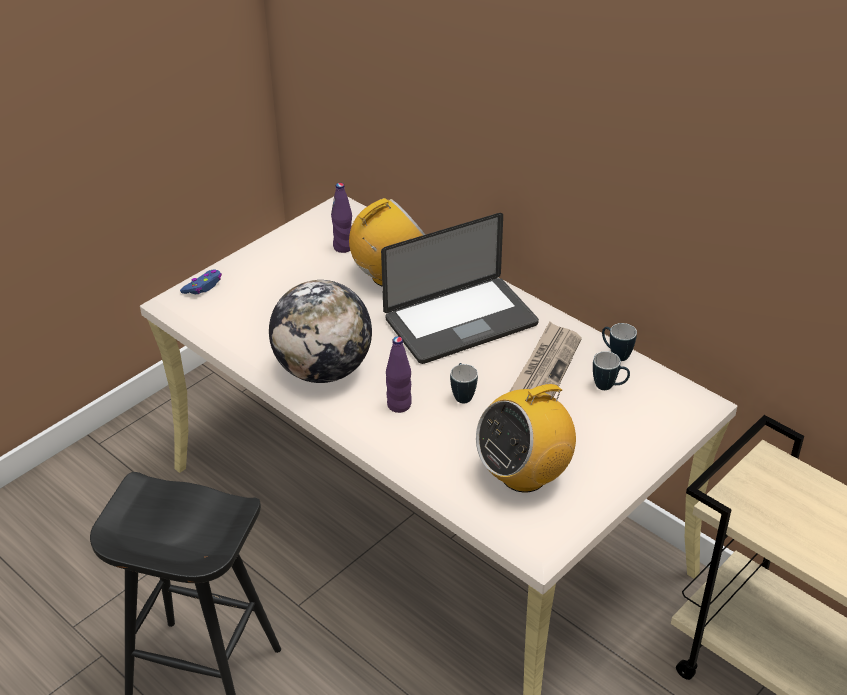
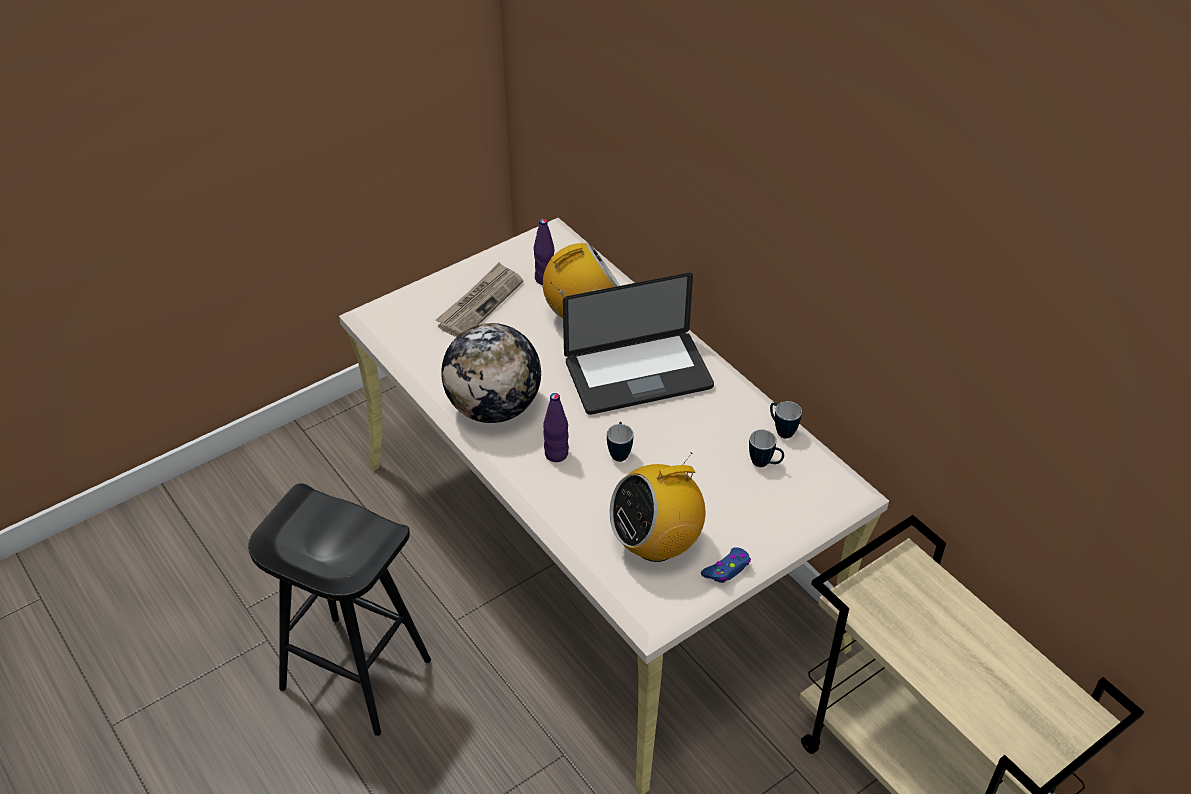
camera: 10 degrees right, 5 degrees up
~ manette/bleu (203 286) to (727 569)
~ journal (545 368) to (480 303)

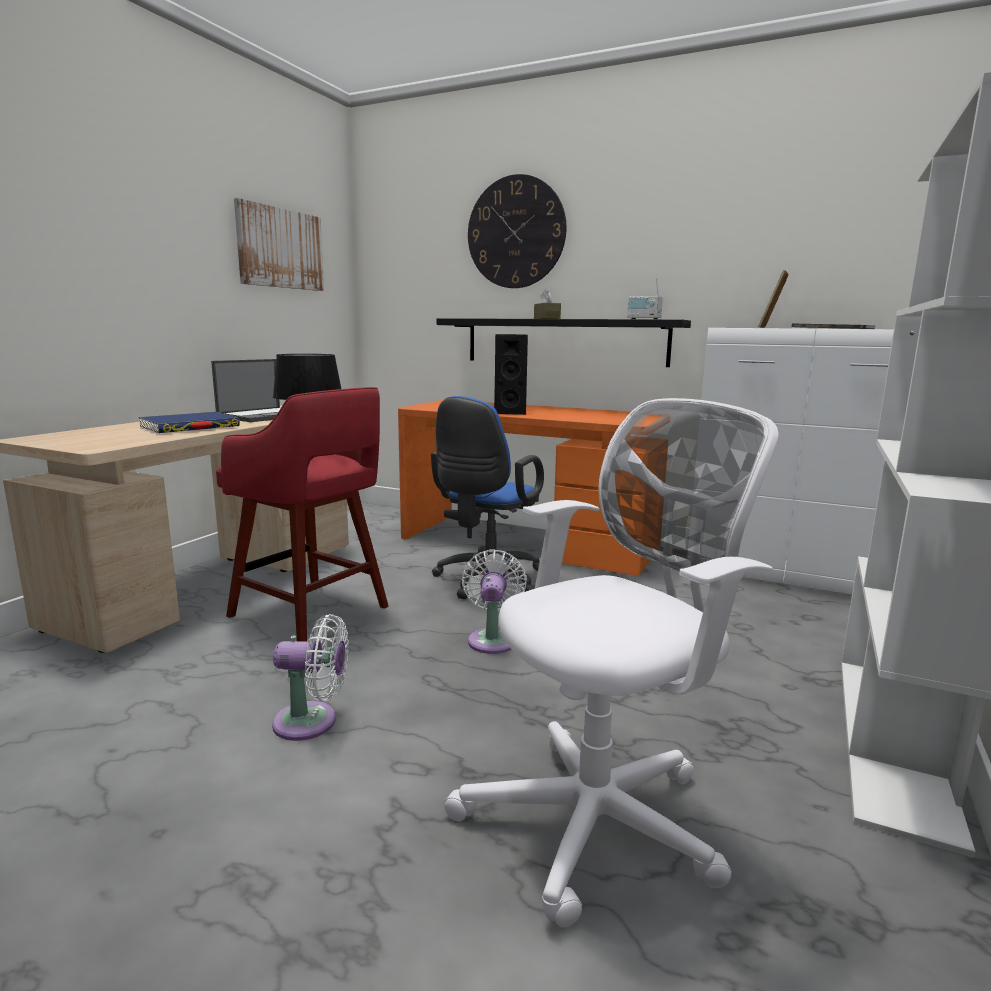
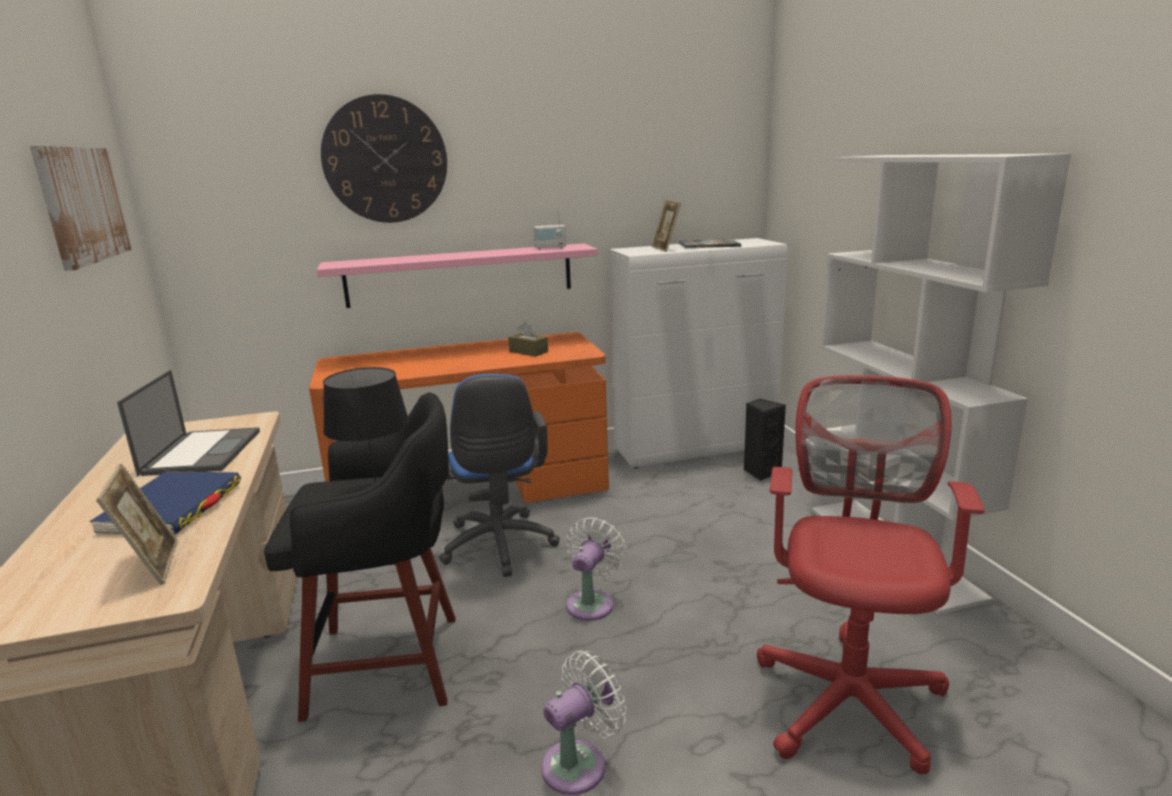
camera: 40 degrees left, 5 degrees up
~ tabouret/rouge (312 613) to tabouret/noir (391 665)
~ étagère/noir (564 341) to étagère/rose (460 275)
~ chaise de bureau/blanc (601 818) to chaise de bureau/rouge (849 694)
~ ventilateur/blanc (492 639) = (592 602) 60 degrees clockwise
~ enceinte/noir (511 412) to (761 472)
~ boîte à mouchoirs/marron (546 318) to (528 352)
+ cadre photo (152 565)

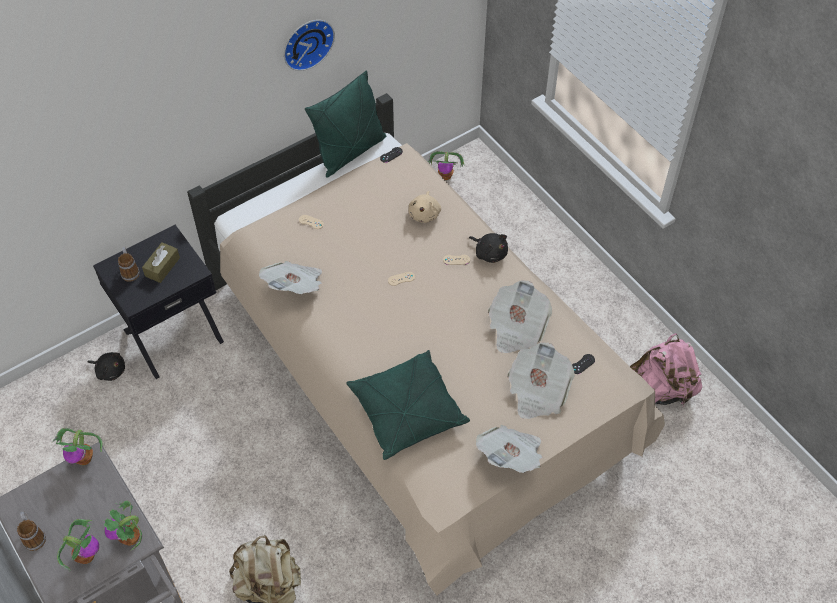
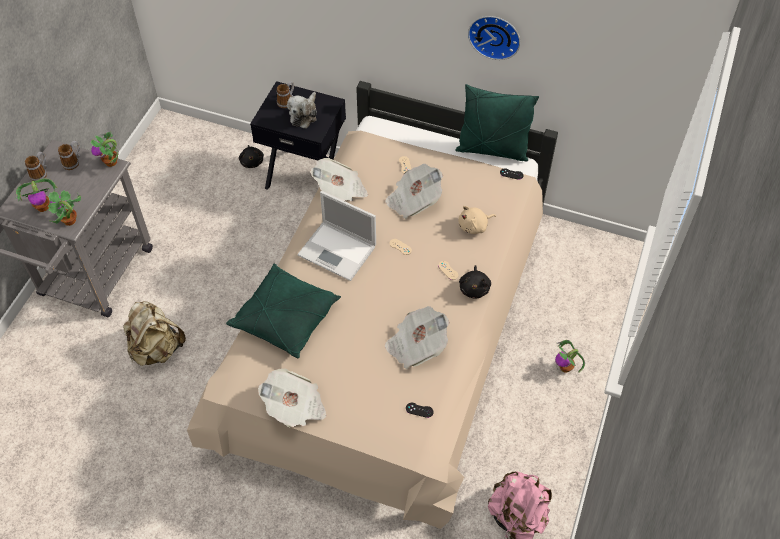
camera: 55 degrees right, 0 degrees up
~ boîte à mouchoirs/marron (162 267) to peluche (304 115)
~ plante en pot (446 176) to (565 367)
~ journal (537 392) to (413 200)
+ mug (73 162)
+ ordinateur portable (338 251)

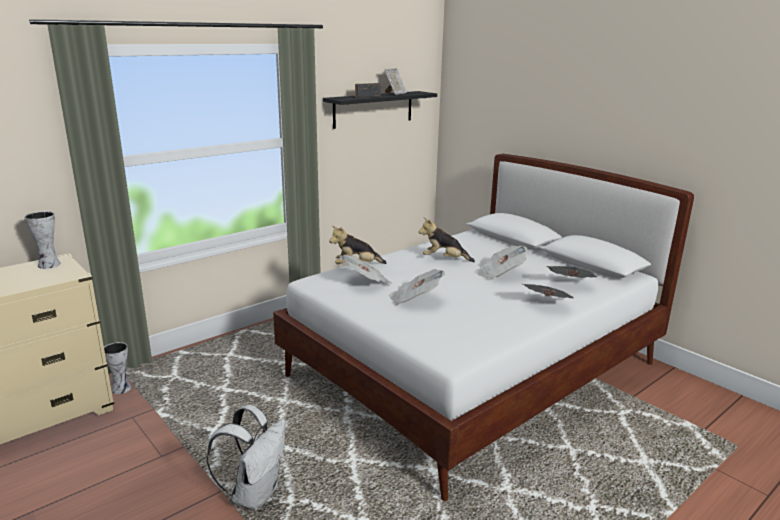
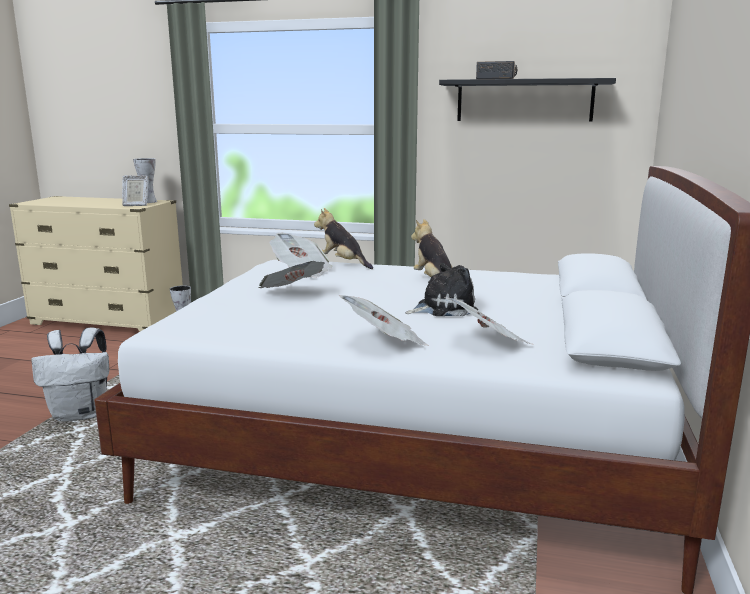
camera: 55 degrees right, 5 degrees down
~ cadre photo (395 94) to (136 205)
~ journal (499 274) to peluche (443 308)

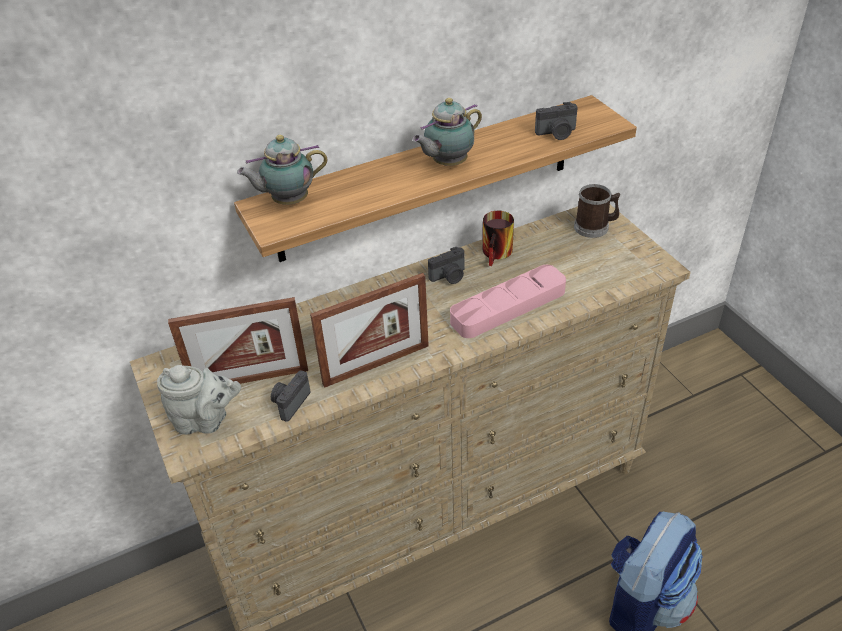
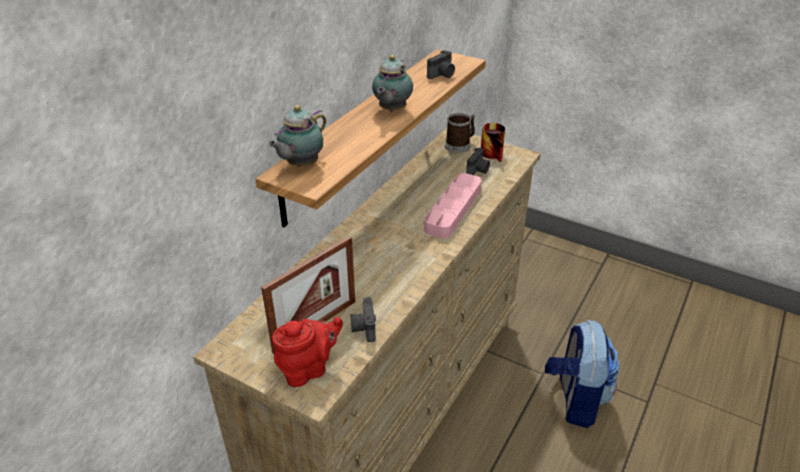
camera: 35 degrees left, 5 degrees down
~ théière/gris (205 421) to théière/rouge (308 369)
- cadre photo (376 365)
~ appareil photo (449 277) to (478 170)
~ mug (499 253) to (495 154)

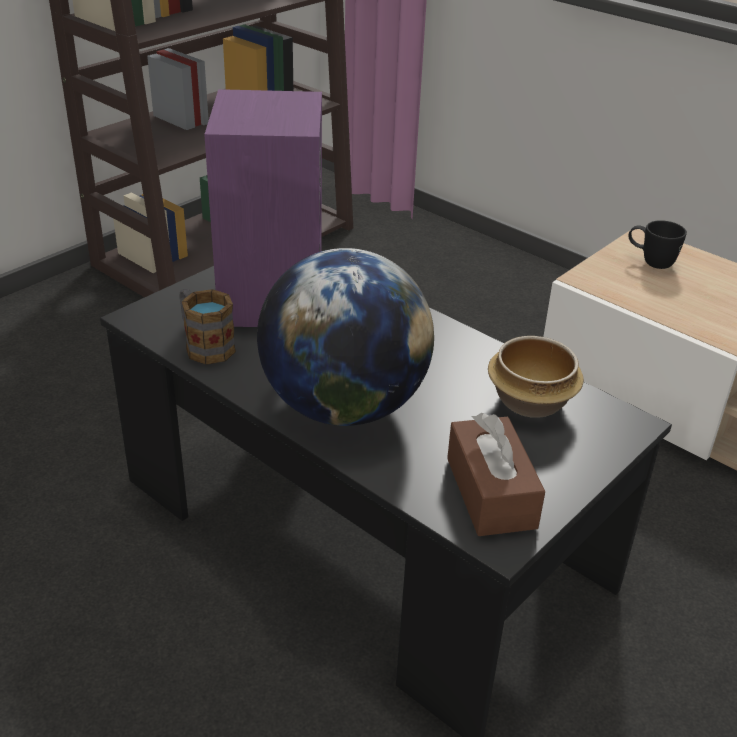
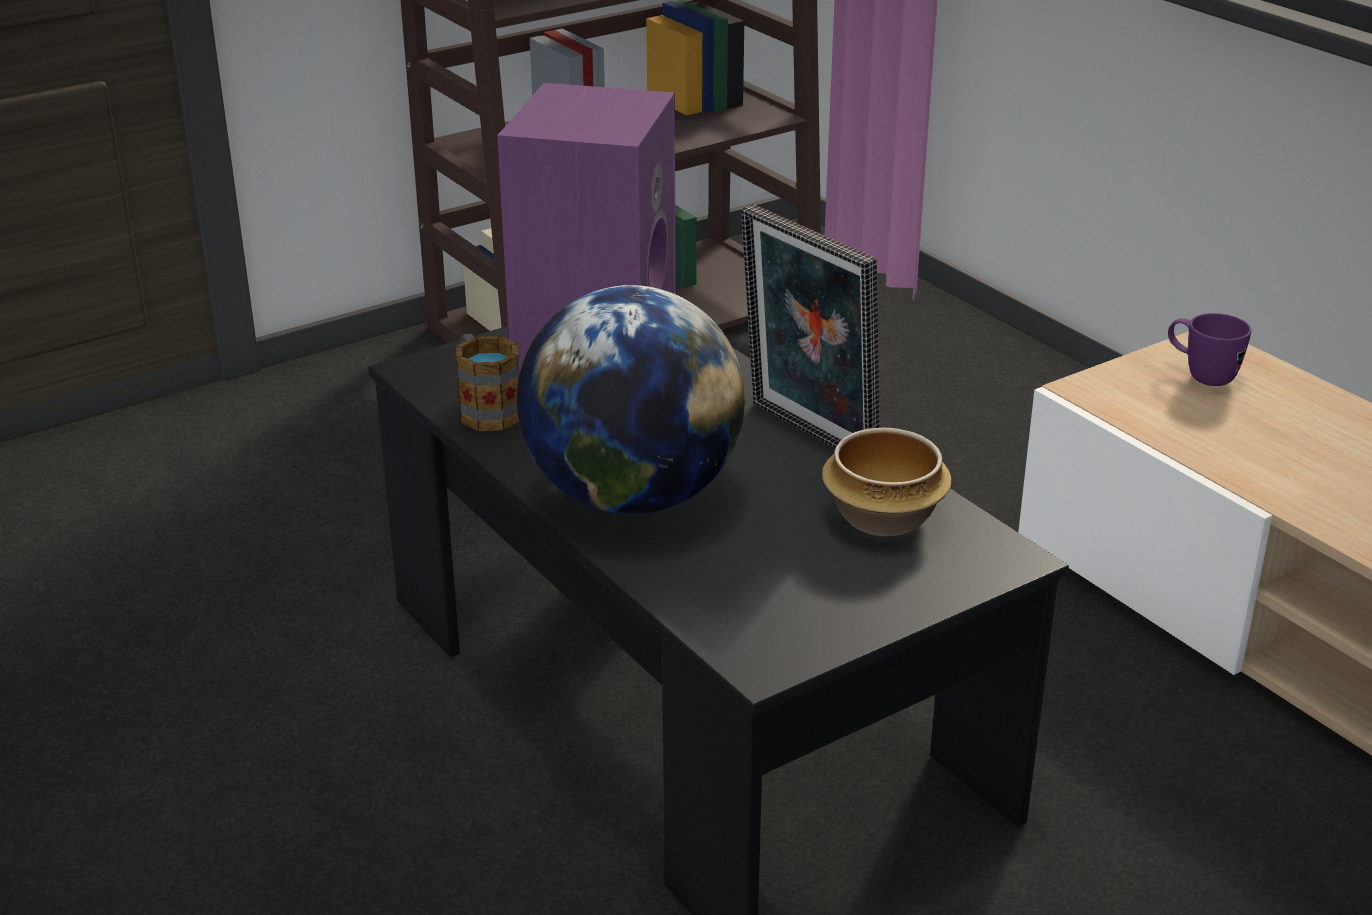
camera: 15 degrees right, 5 degrees down
- boîte à mouchoirs/marron (490 493)
~ mug/noir (650 262) to mug/violet (1200 376)
+ cadre photo (806 436)

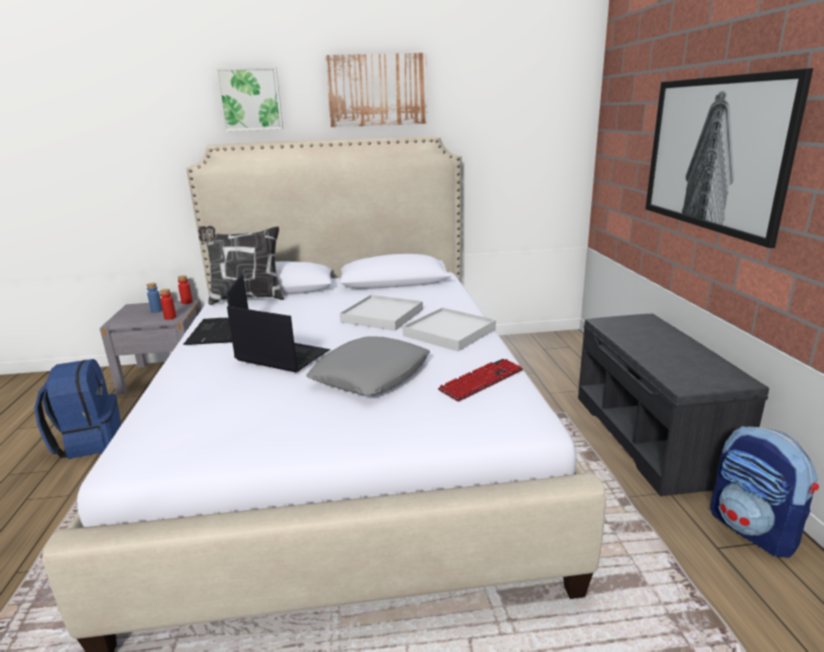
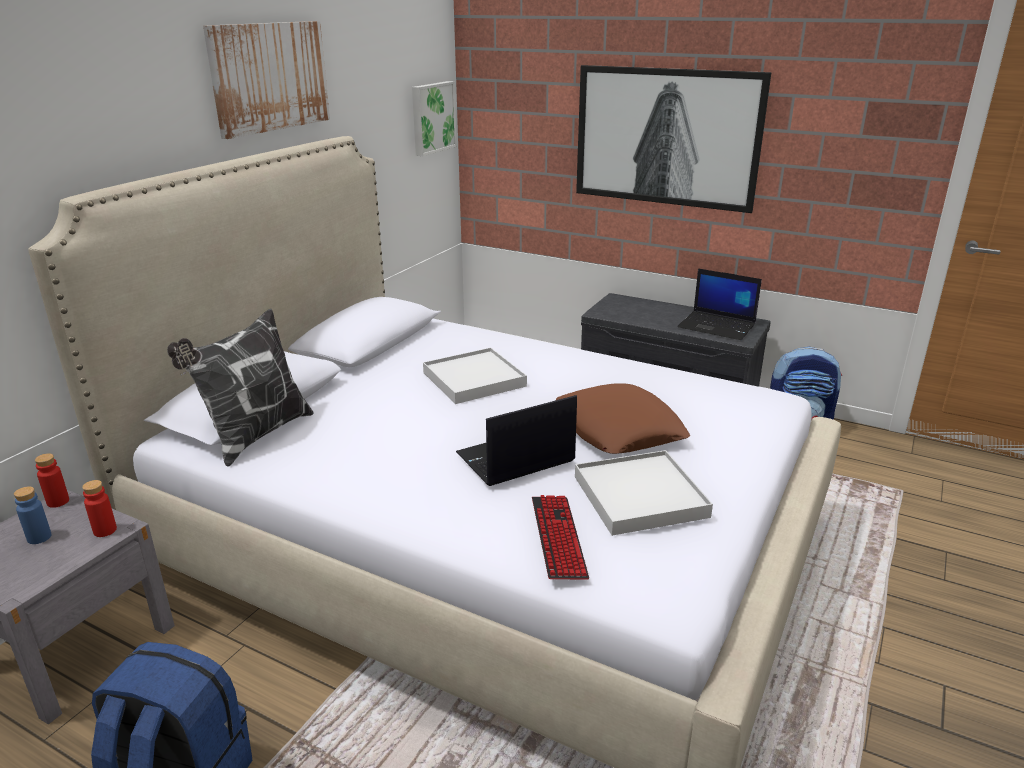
camera: 55 degrees left, 5 degrees up
~ ordinateur portable (219 331) to (717 326)
~ tableau (250 99) to (432 117)
~ coussin/gris (371 375) to coussin/marron (619 429)
~ plateau/blanc (449 332) to (640 497)
~ clavier (481 381) to (558 537)

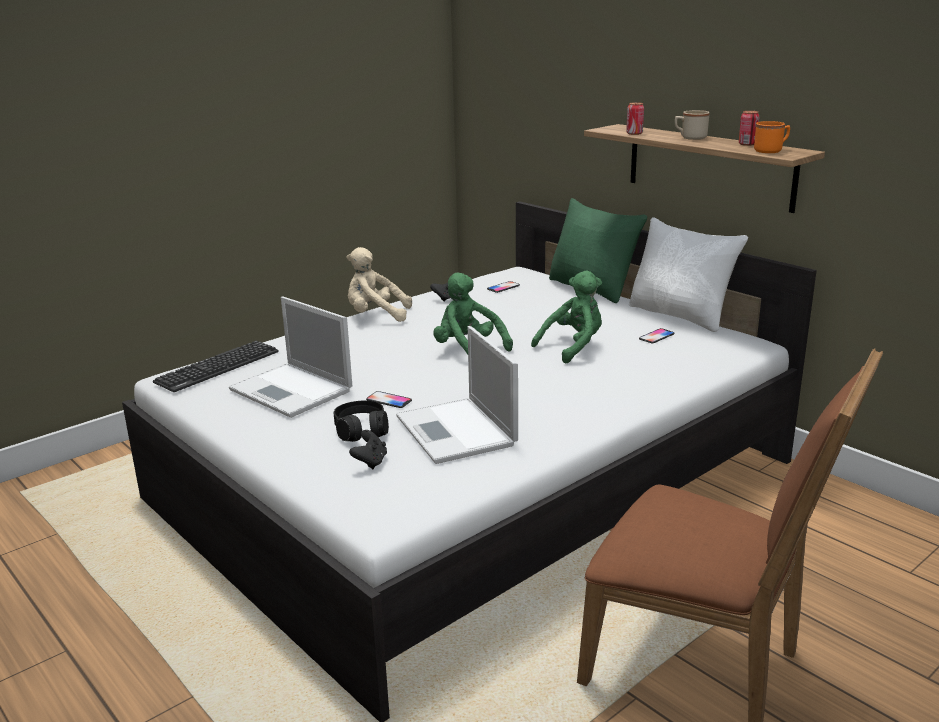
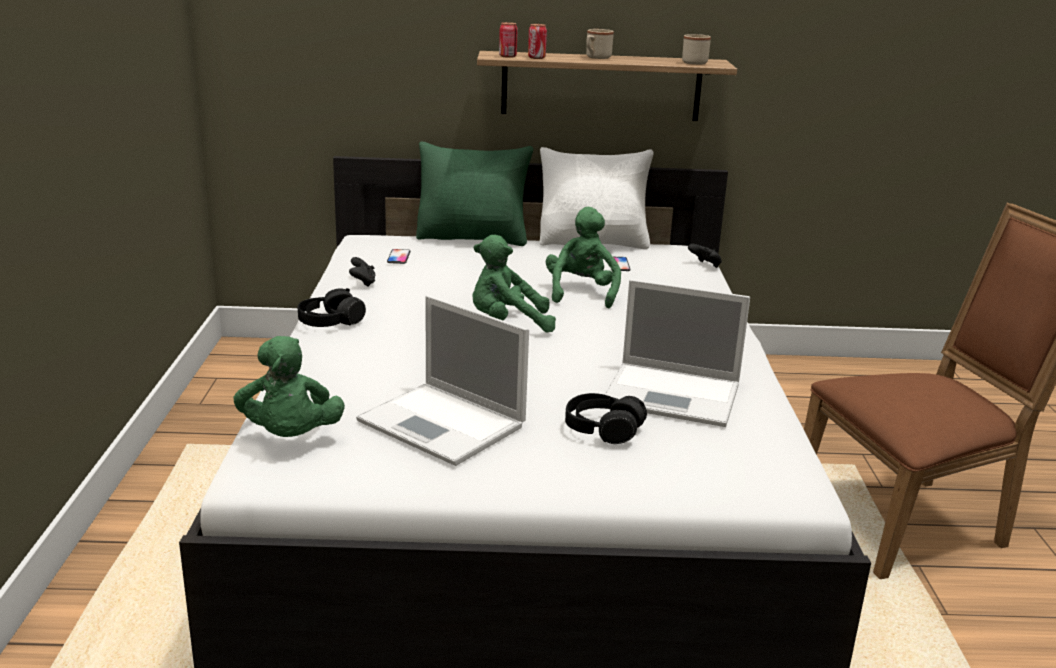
camera: 50 degrees left, 0 degrees up
~ clavier (218 367) to peluche/vert (290 437)
~ ordinateur portable (293 391) = (444 424) 45 degrees clockwise
~ peluche/beige (376 315) to casque audio/noir (330 322)
~ manette/noir (370 462) to (705 265)
- téléphone (389 400)
~ boîte métallique (747 144) to (507 56)
~ mug/orange (771 151) to mug/beige (695 62)

